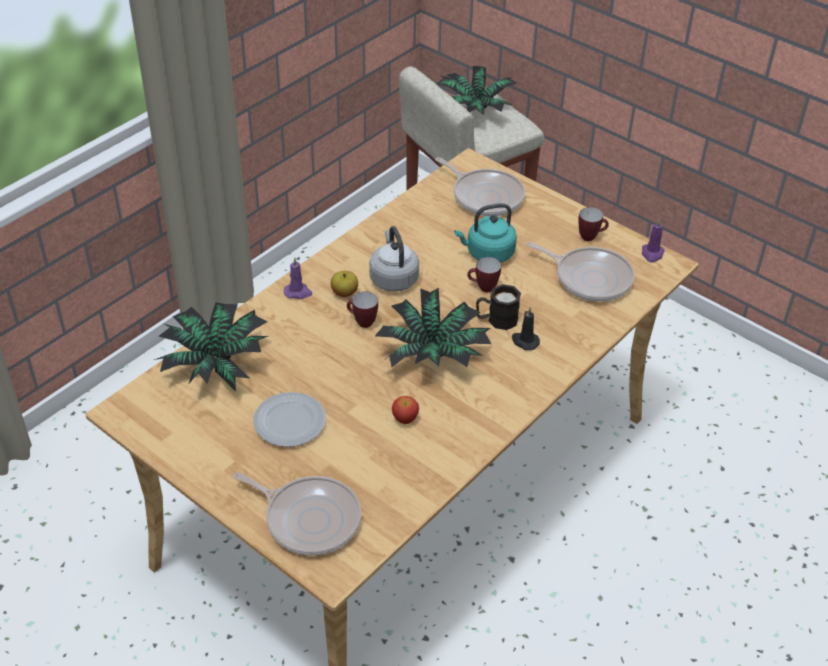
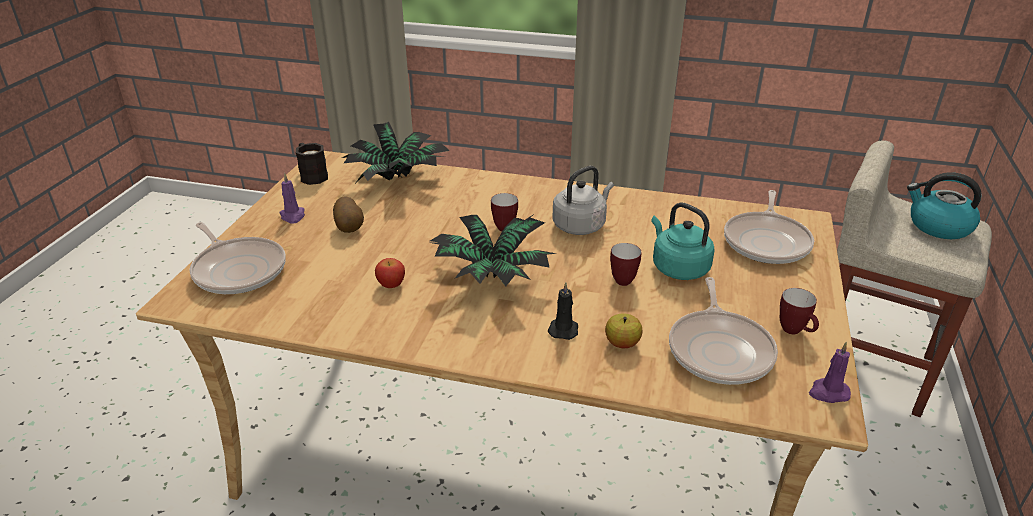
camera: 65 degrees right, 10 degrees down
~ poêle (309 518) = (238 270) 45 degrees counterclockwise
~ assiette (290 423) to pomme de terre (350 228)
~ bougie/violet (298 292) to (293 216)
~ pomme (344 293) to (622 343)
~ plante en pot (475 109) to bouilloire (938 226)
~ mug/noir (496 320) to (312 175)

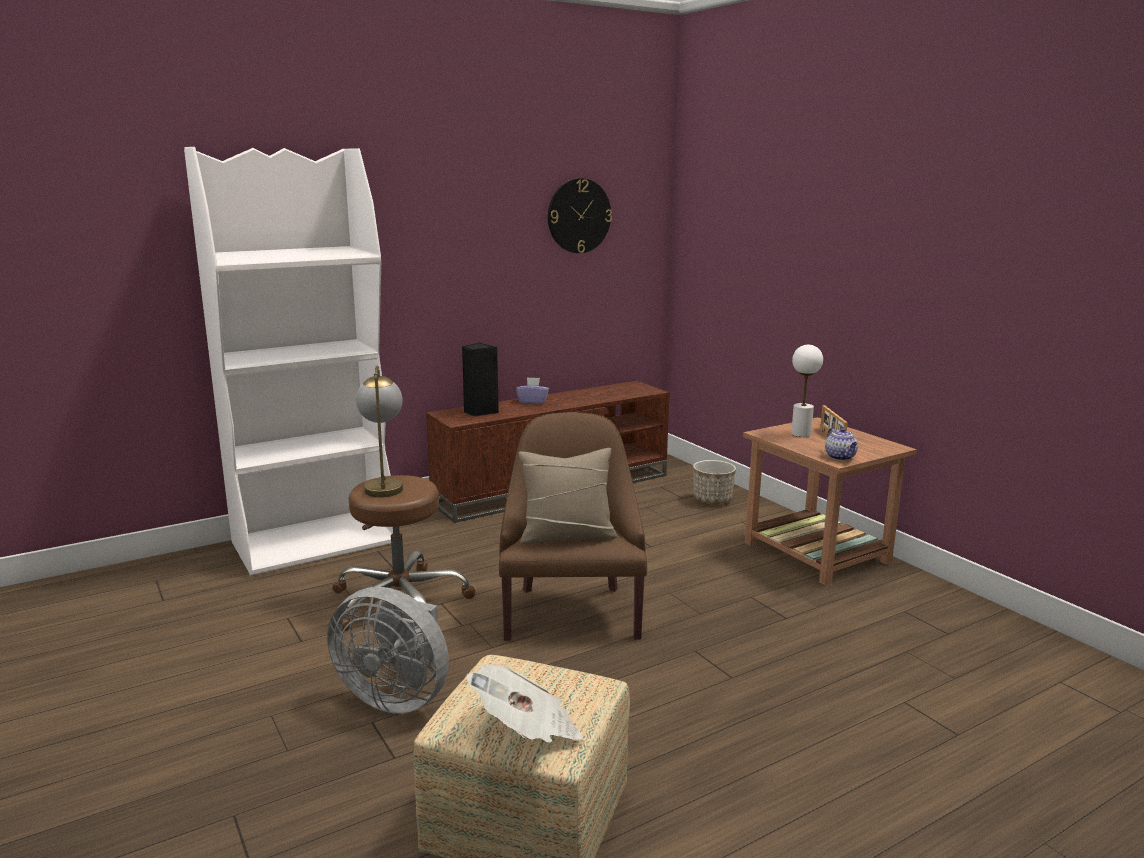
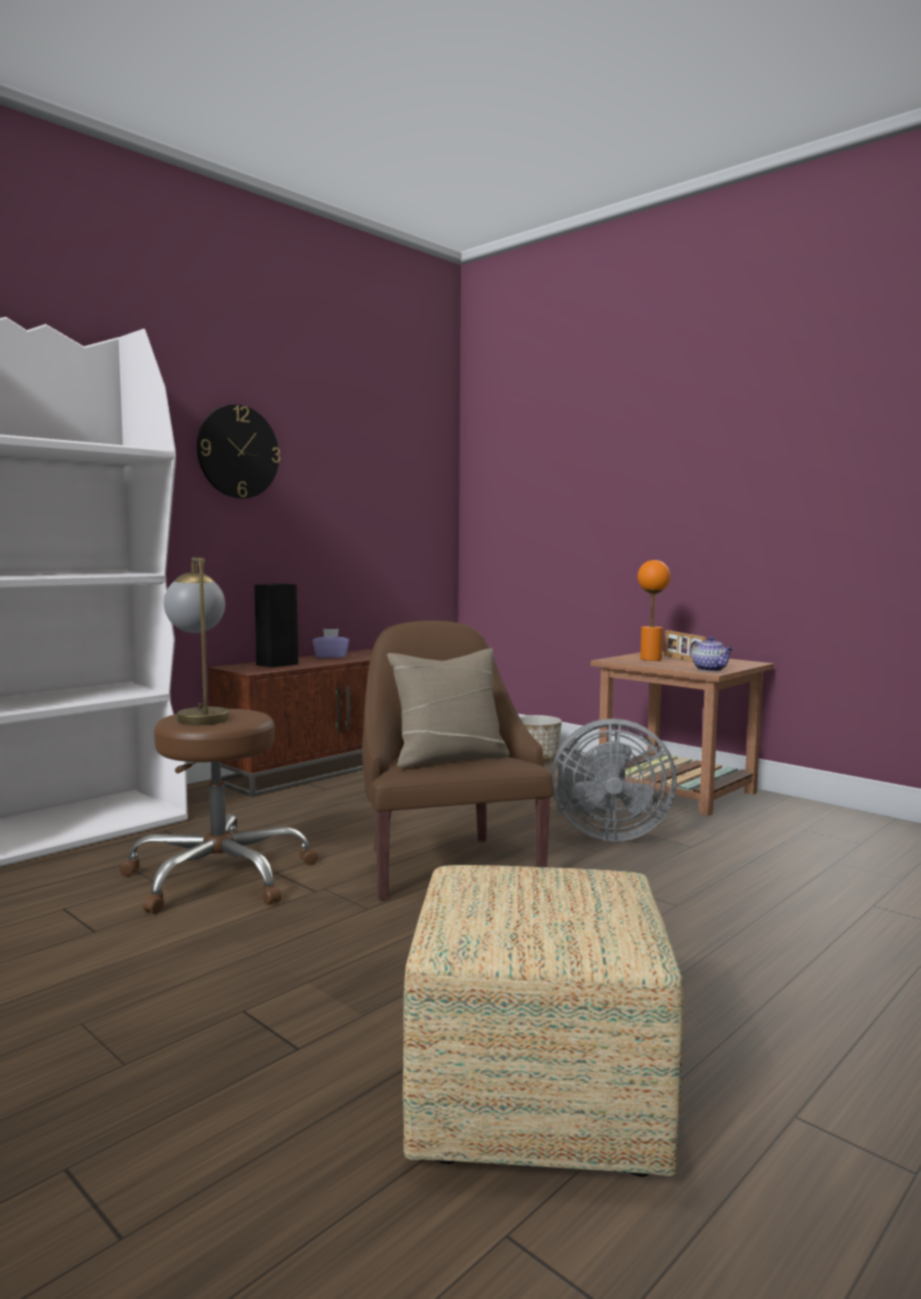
camera: 15 degrees left, 10 degrees down
~ ventilateur/gris (396 696) to (605 834)
- journal (526 730)
~ horloge murale (579 216) to (238 452)
~ lampe de table/blanc (800 434) to lampe de table/orange (650 659)

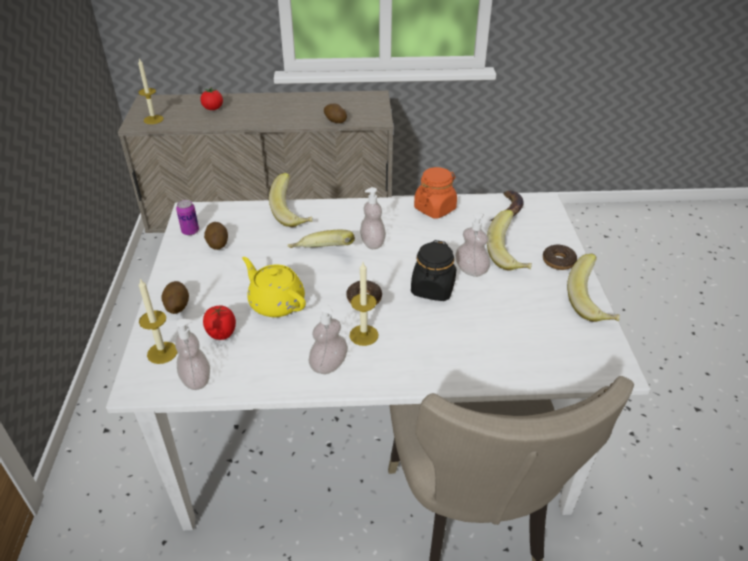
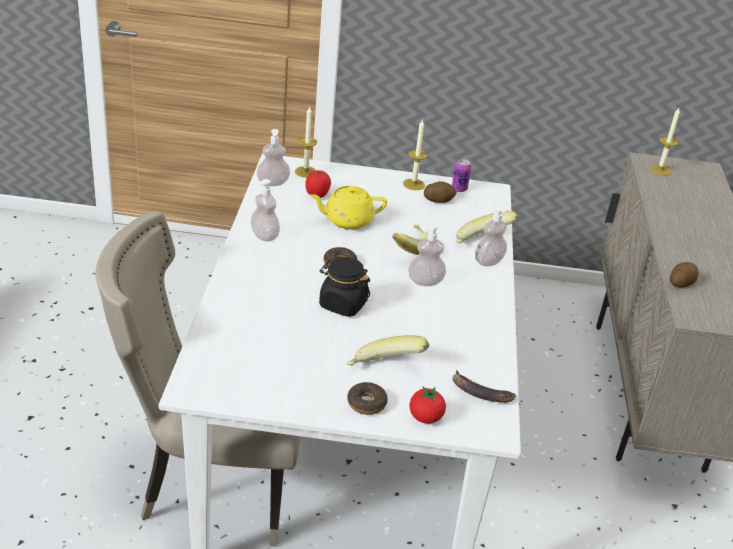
camera: 95 degrees right, 5 degrees down
- pomme de terre (177 305)
~ tomate (213 109) to (425 418)
~ théière/jaune (276 303) = (347 220) 150 degrees counterclockwise
~ bougie (364 335) to (413 184)
- bocal/orange (435 209)
~ distributeur de savon (471 270) to (488 261)
- banane (593 304)

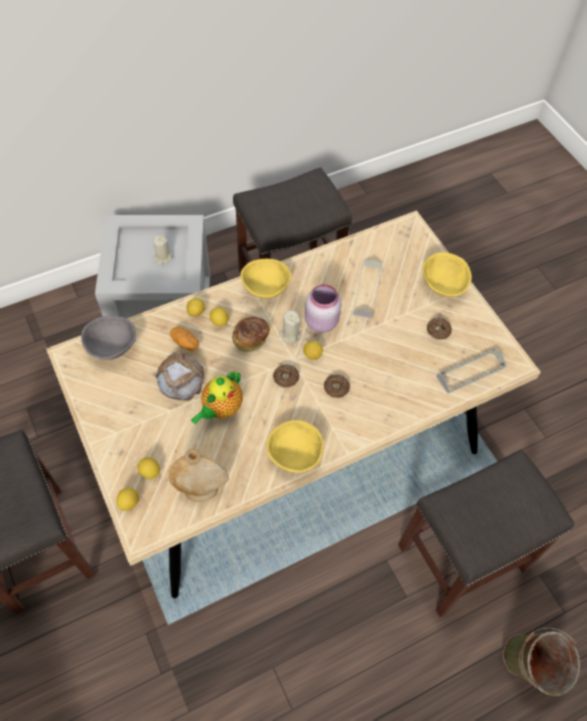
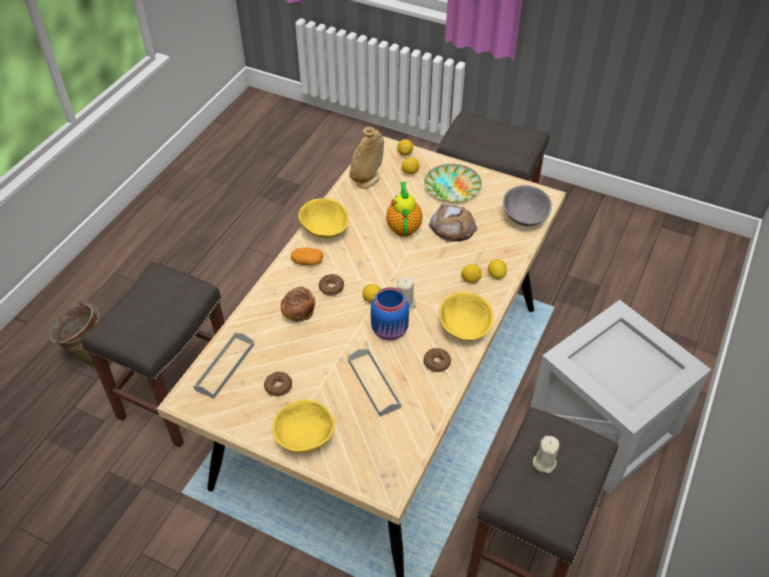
camera: 145 degrees right, 10 degrees down
~ bougie/beige (163 257) to (544 462)
~ pomme de terre (185 343) to (307 262)
~ pain (251 338) to (298 311)
~ beignet (286 378) to (436 363)
~ bocal/rose (321 321) to bocal/bleu (390 330)
+ assiette (452 187)

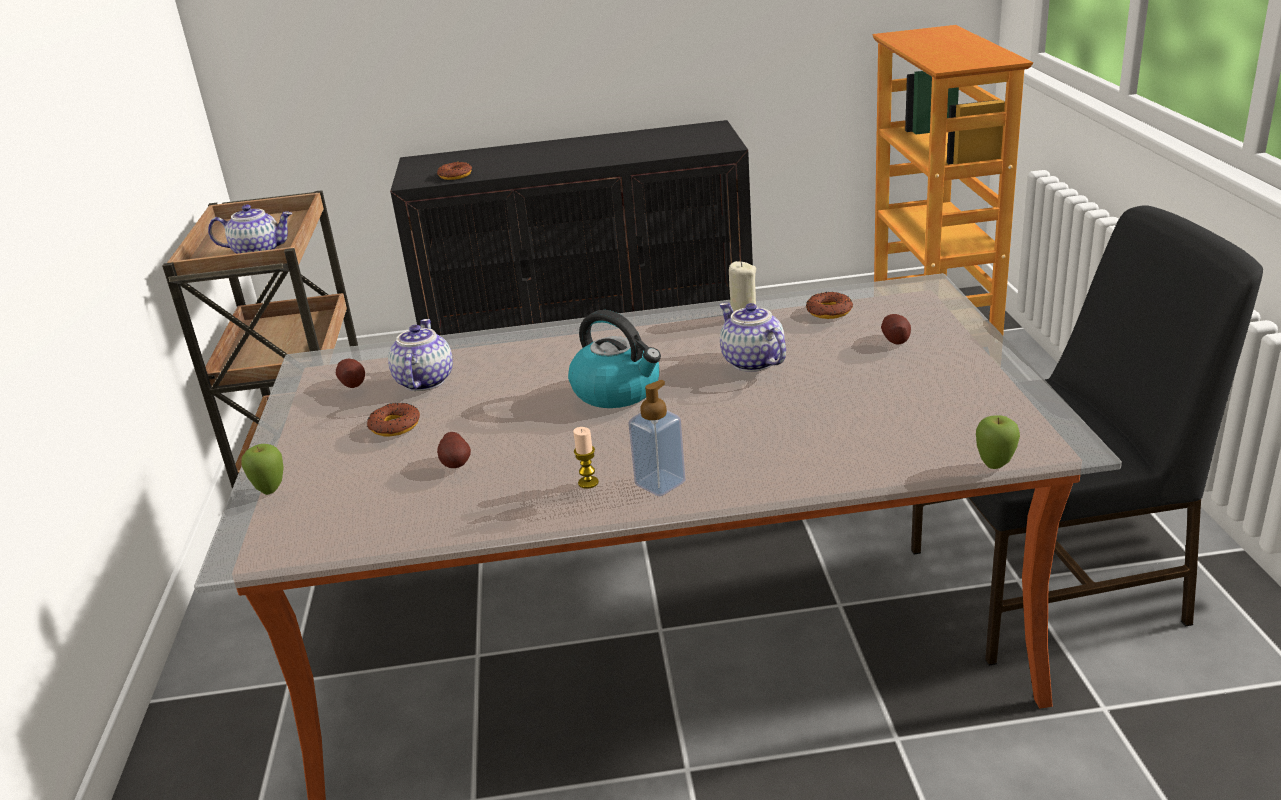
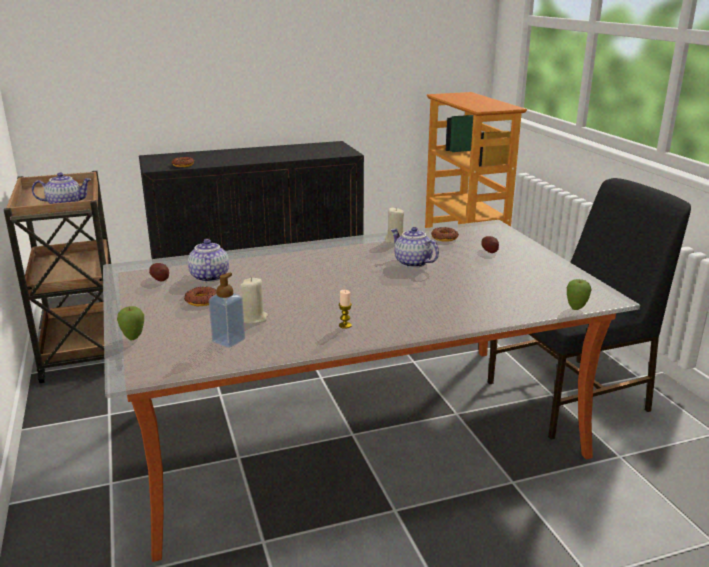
camera: 15 degrees left, 5 degrees down
~ pomme de terre (456 463) to bougie/beige (254 318)
- bouilloire (618 391)
~ distributeur de savon (660 483) to (228 341)

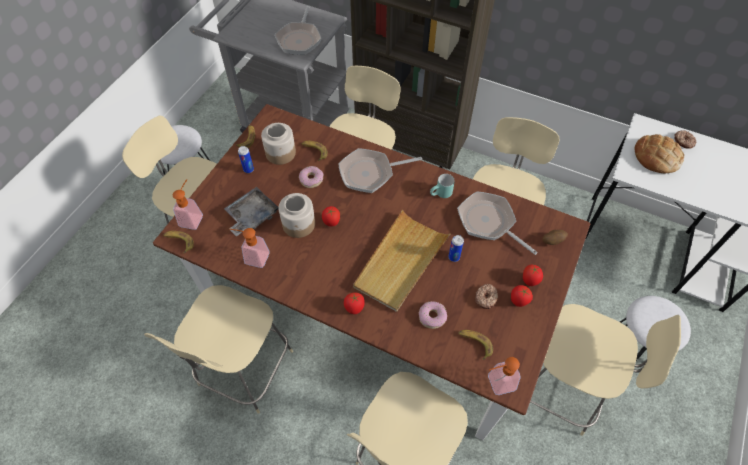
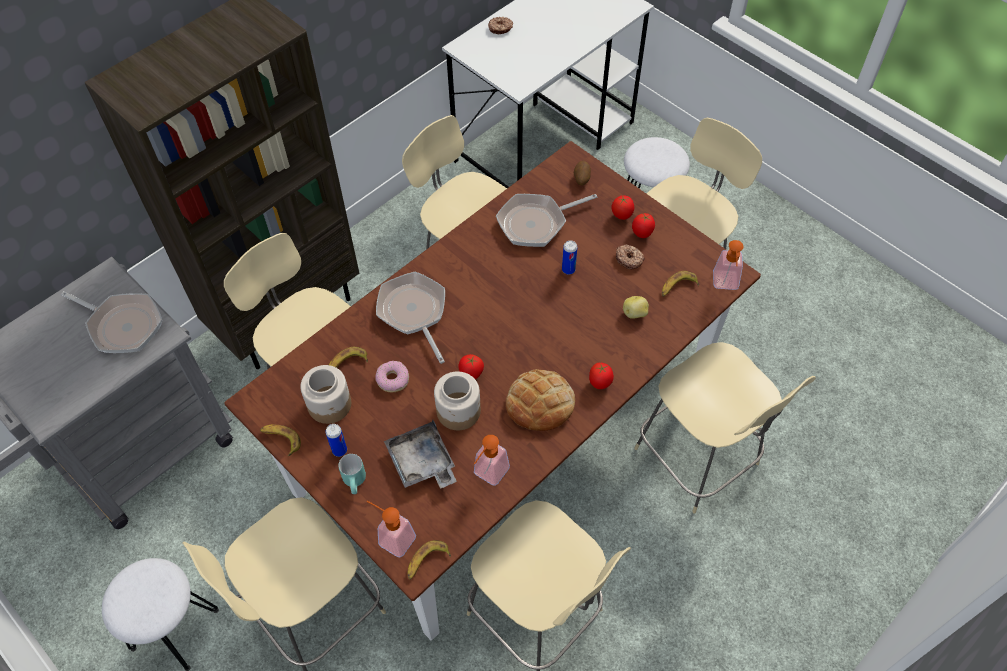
camera: 70 degrees left, 0 degrees up
~ poêle (370 173) = (414 313) 150 degrees clockwise
- plateau/beige (400 262)
~ beignet (432 317) to pomme de terre (635 313)
~ mug/turquoise (441 195) to (356 482)
~ pain (657 157) to (540 403)

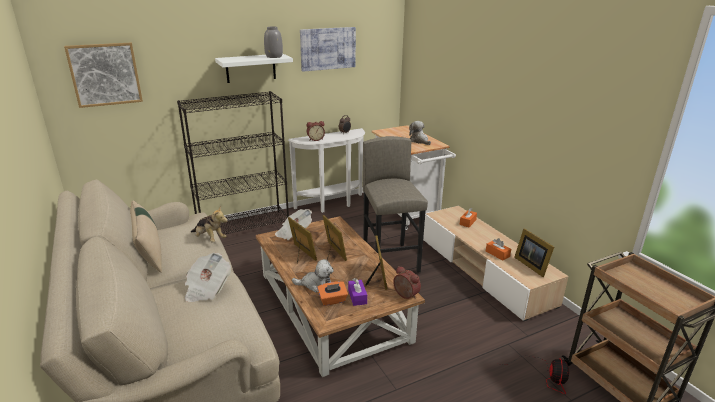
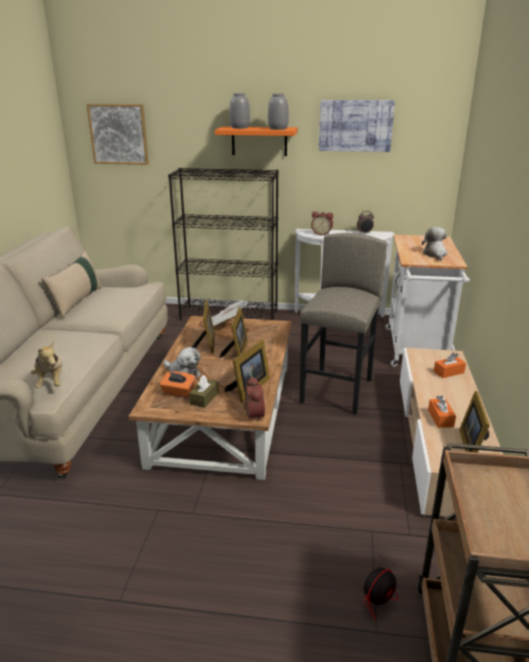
camera: 35 degrees right, 0 degrees up
- journal (207 289)
~ peluche (209 239) to (51 382)
~ étagère/blanc (250 68) to étagère/orange (259 141)
~ boîte à mouchoirs/violet (357 297) to boîte à mouchoirs/marron (204 398)
+ vase/gris (239 127)

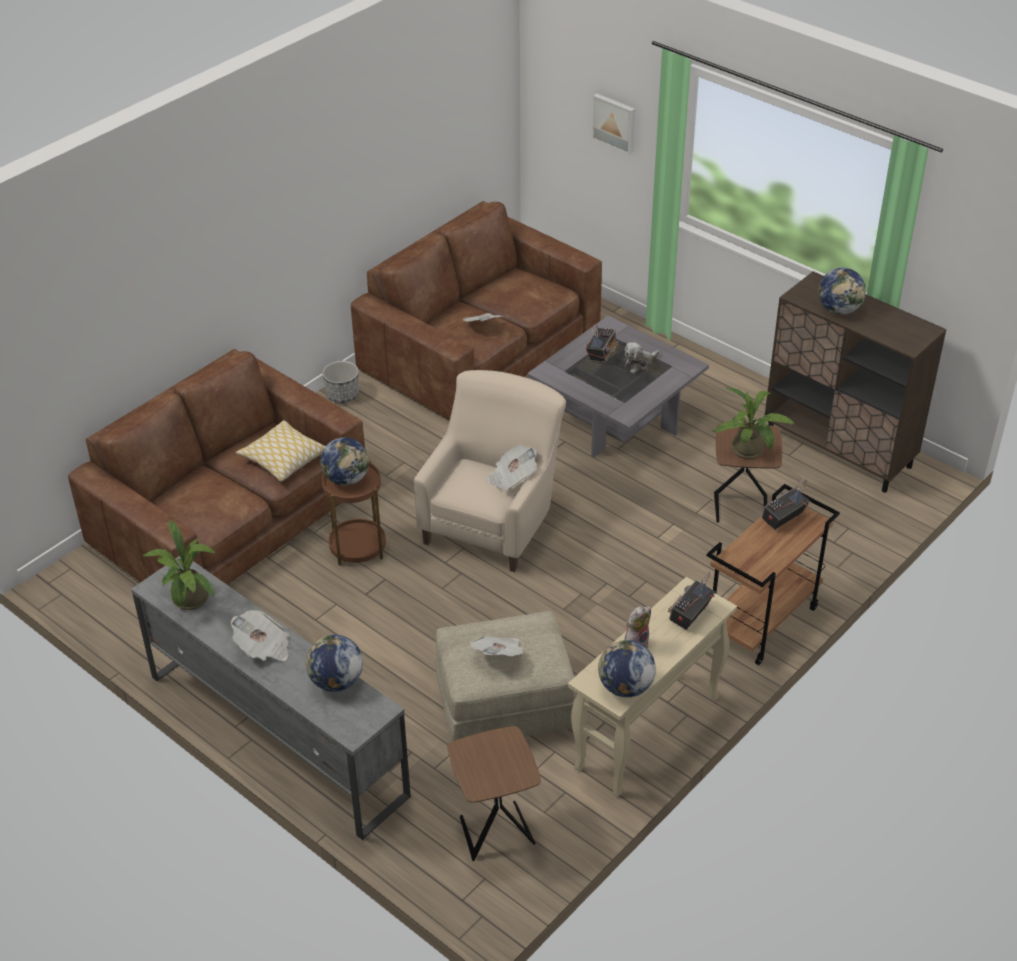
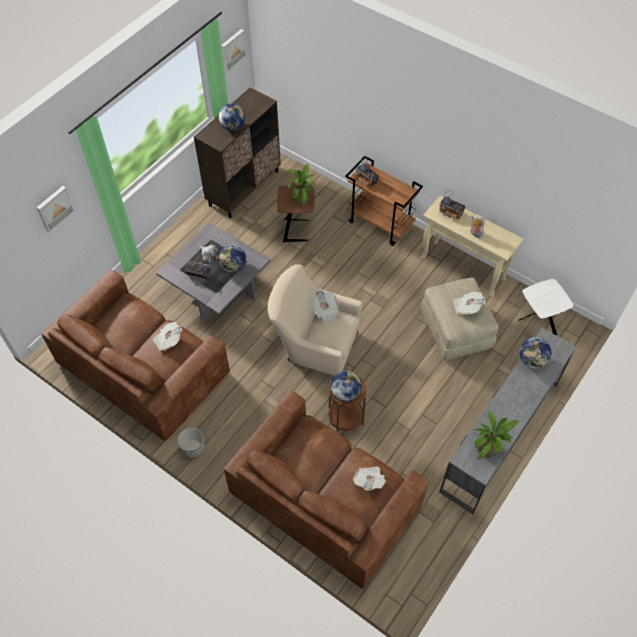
camera: 95 degrees left, 15 degrees up
~ journal (263 648) to (369 481)
- coussin (283 459)
~ table d'appoint/marron (494 829) to table d'appoint/blanc (536 327)
~ globe (625 687) to (233 266)
+ tableau (232 49)

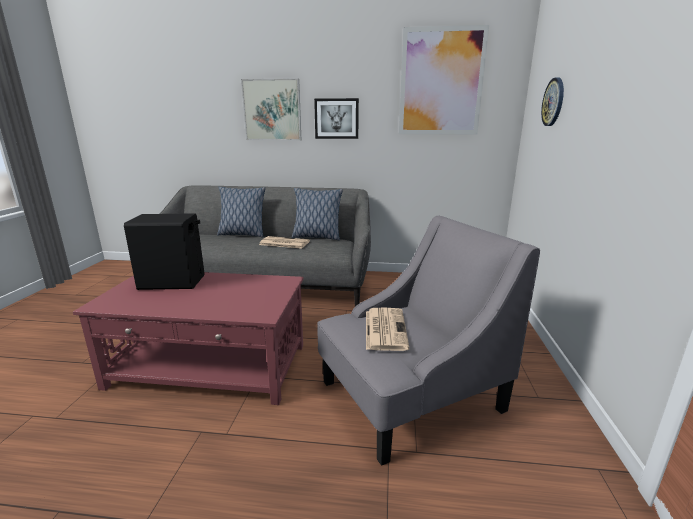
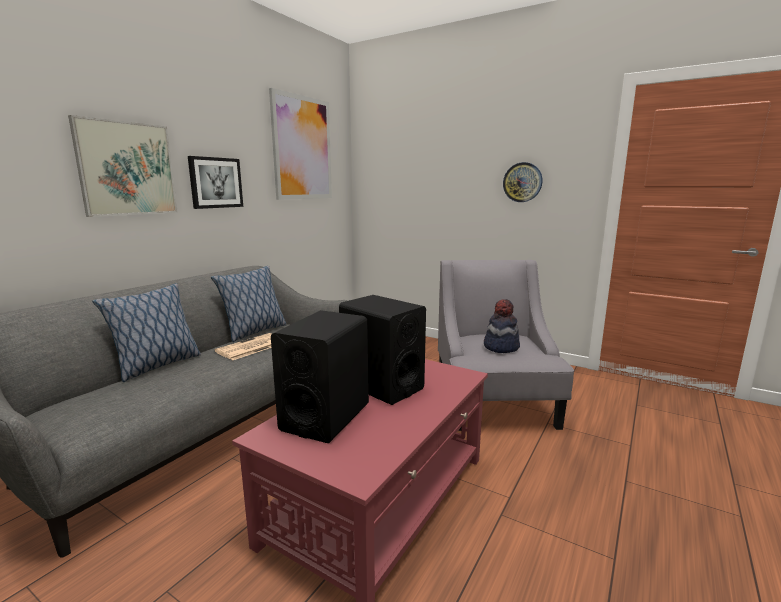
camera: 65 degrees left, 5 degrees down
~ journal (385 329) to chapeau (500 347)
~ horloge murale (553 102) to (522 182)
+ enceinte/noir (381 386)

